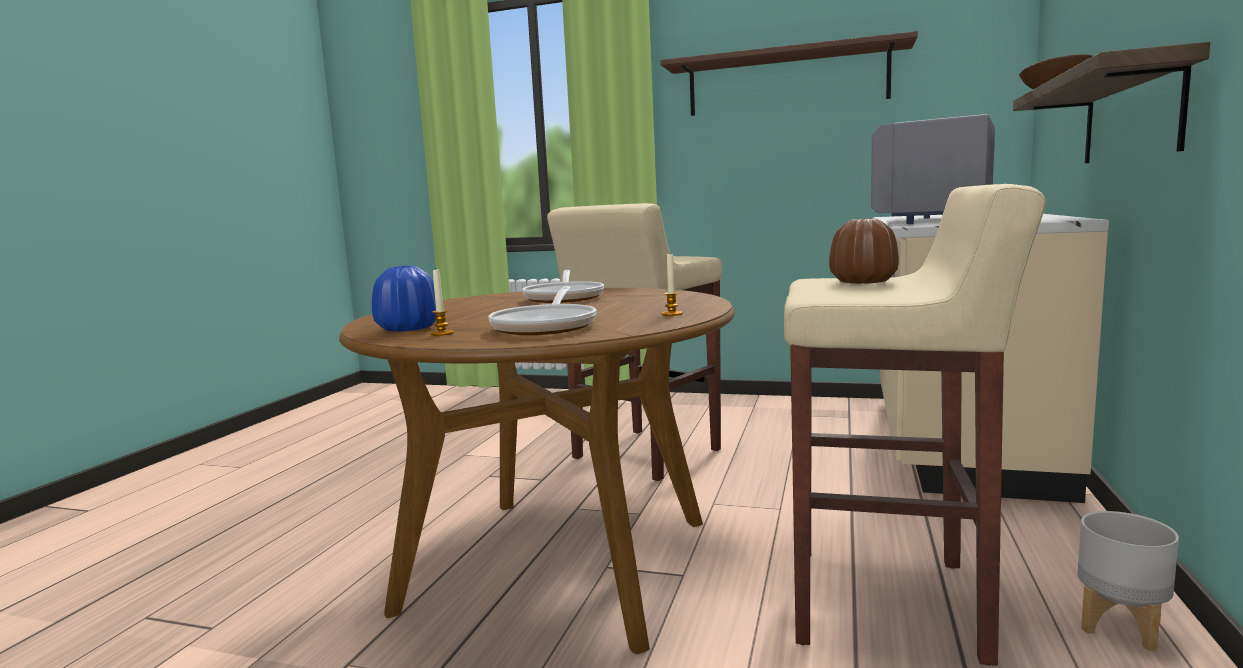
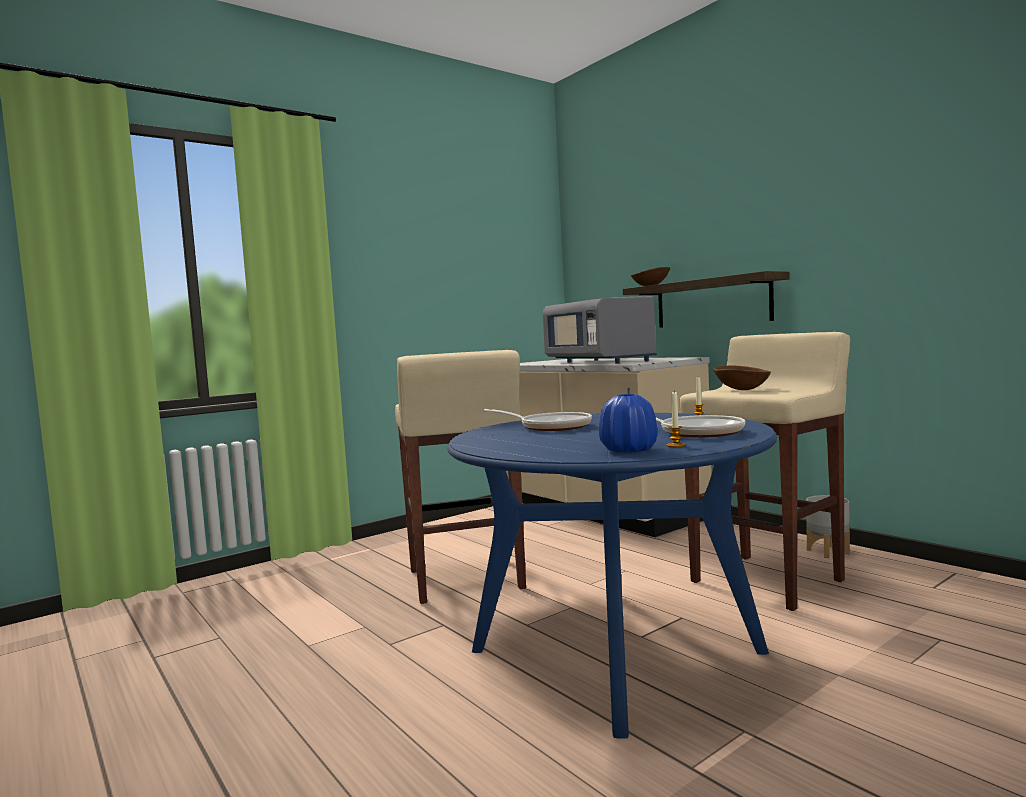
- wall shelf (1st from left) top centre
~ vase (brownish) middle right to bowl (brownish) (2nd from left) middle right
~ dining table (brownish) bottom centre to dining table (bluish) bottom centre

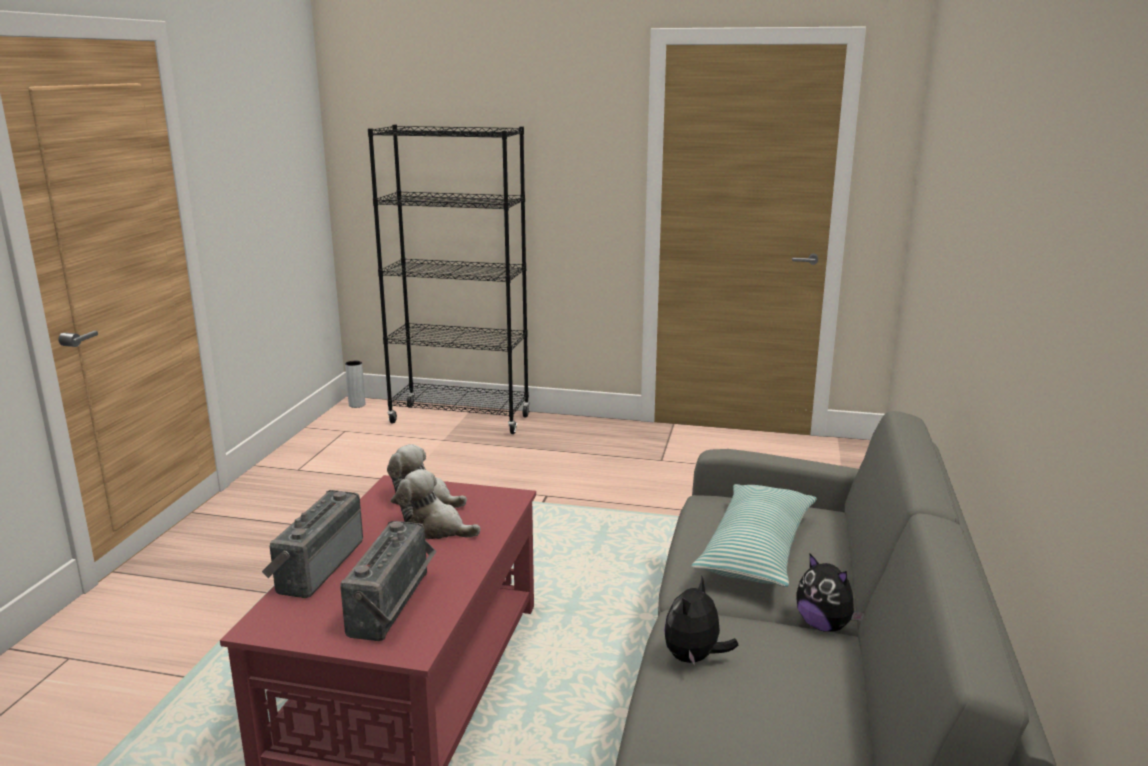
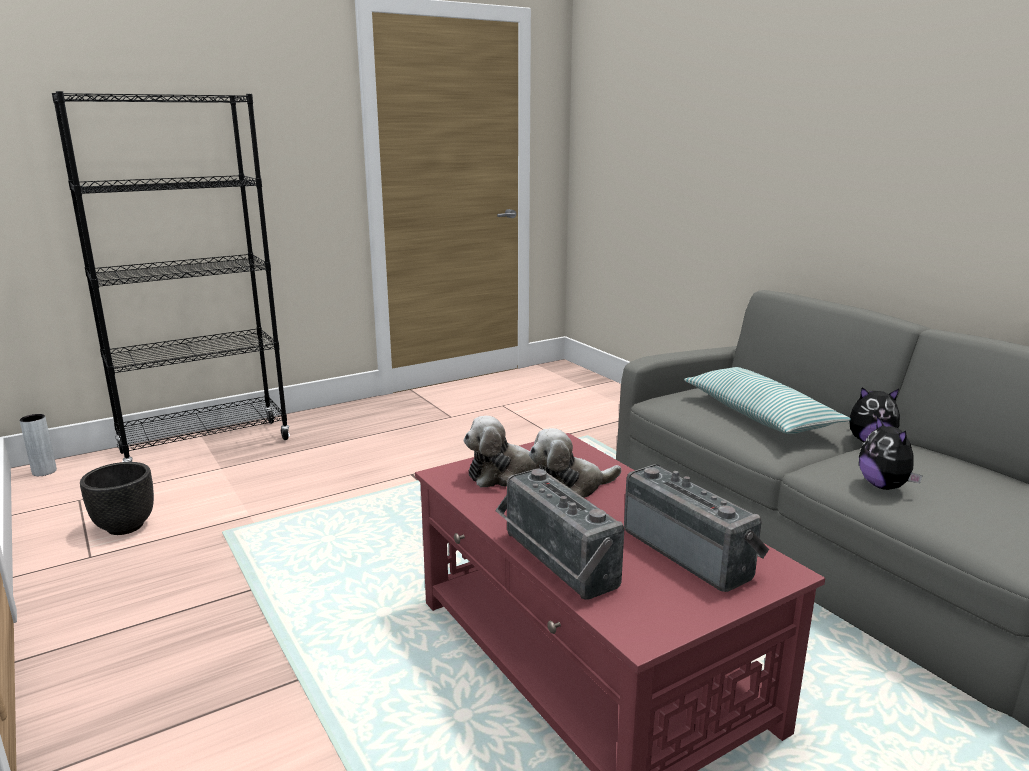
+ planter (blackish) middle left

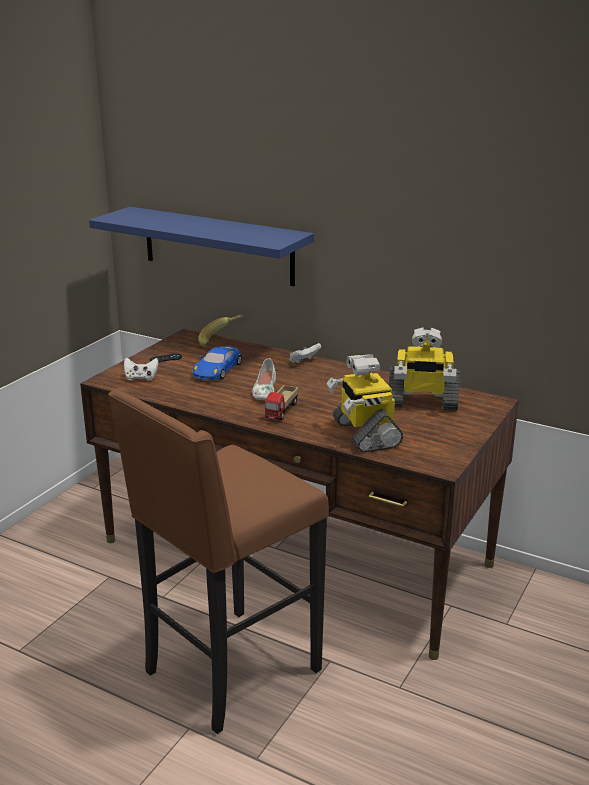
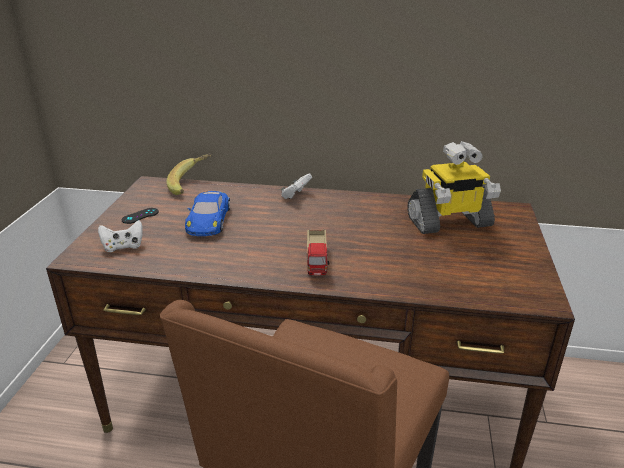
- wall shelf (bluish) top centre
- toy robot (1st from left) centre
- item of footwear (whitish) centre

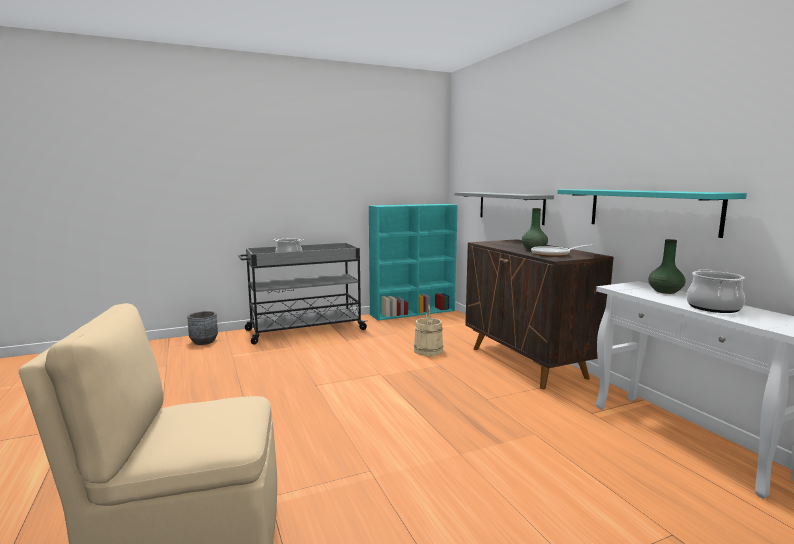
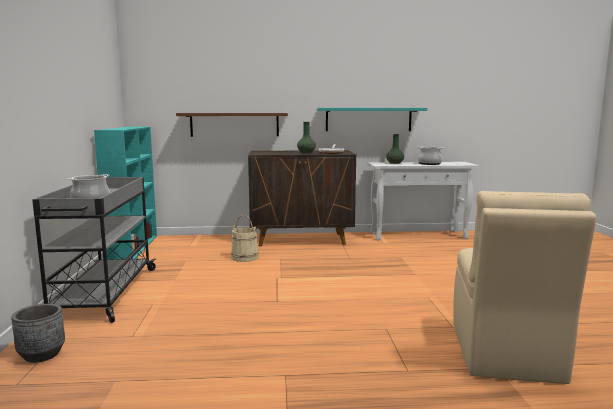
~ wall shelf (grey) centre to wall shelf (brownish) top centre

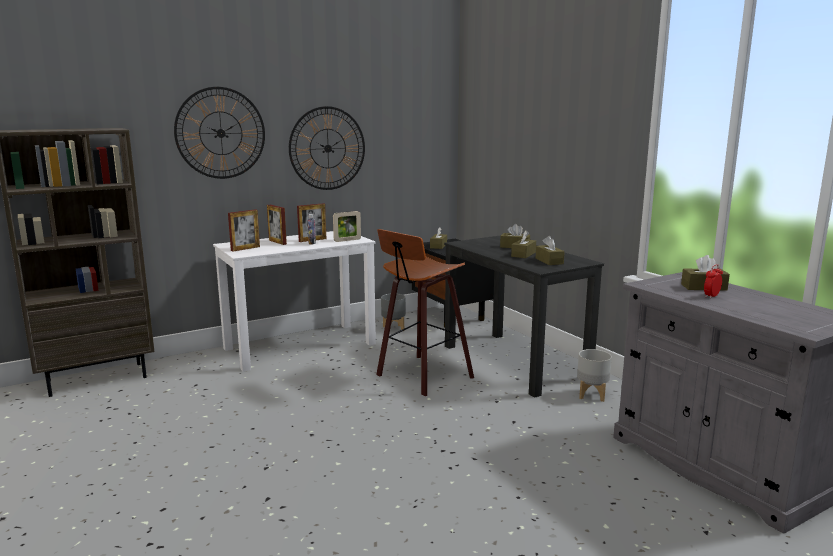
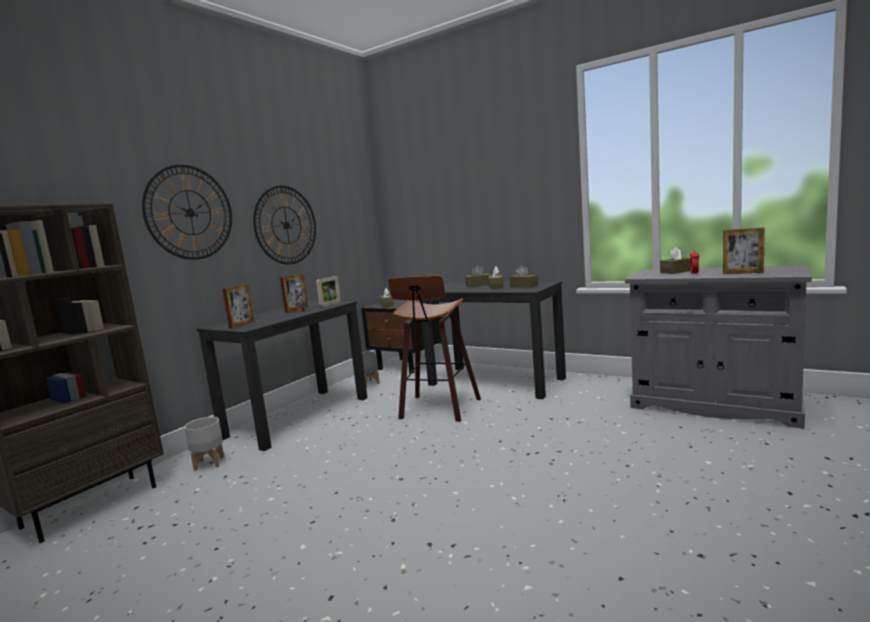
~ picture frame (2nd from left in the first image) middle left to picture frame (4th from left) middle right
~ desk unit (whitish) centre to desk unit (blackish) (1st from left) middle left
~ planter (grey) (2nd from left in the first image) bottom right to planter (grey) (1st from left) bottom left

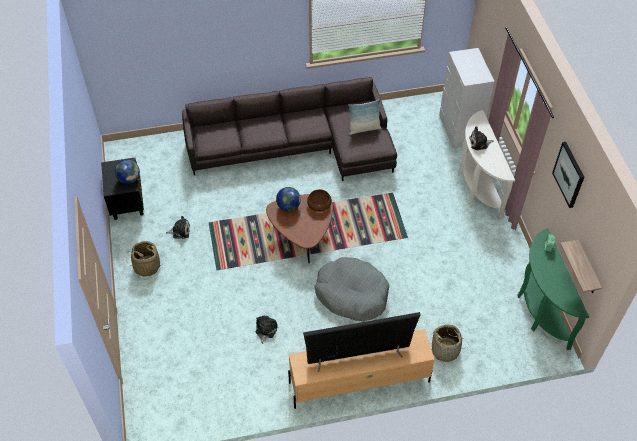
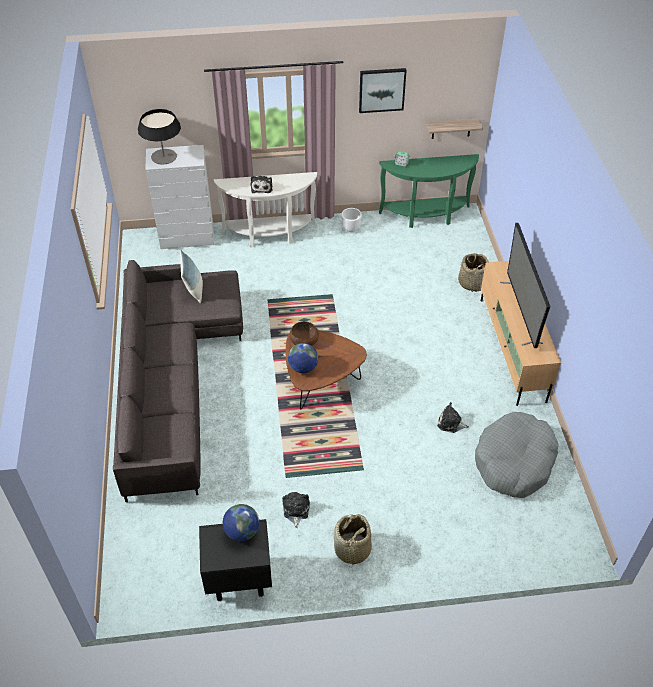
~ dog bed (grey) centre to middle right
+ tabletop lamp top left
+ planter (whitish) top centre

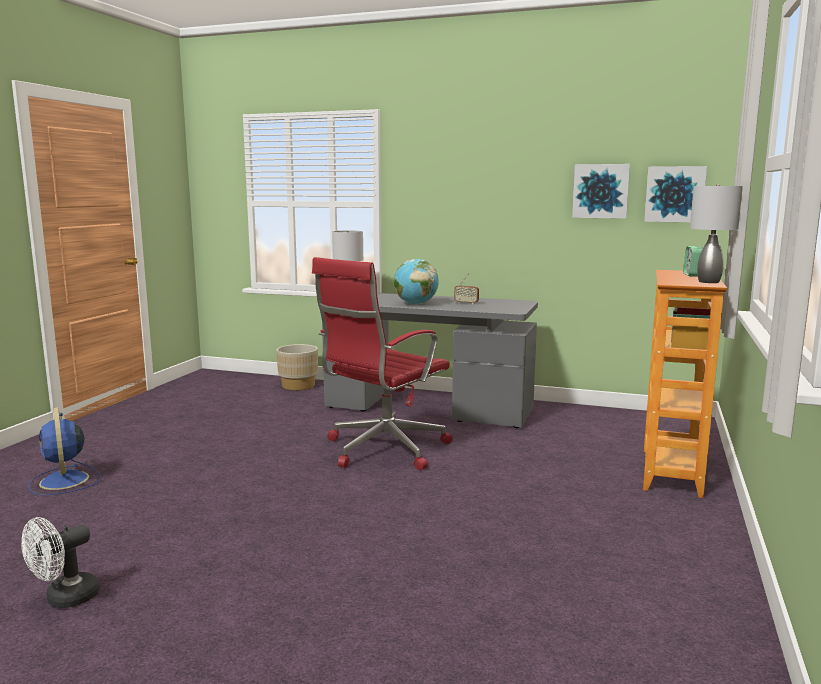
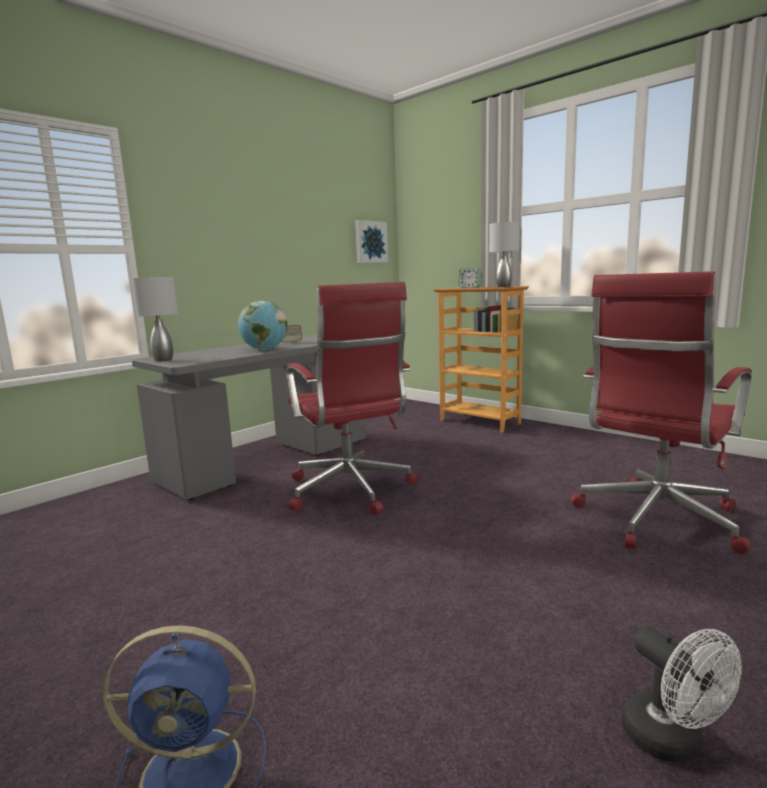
- wall picture (1st from left) top right
- planter (beige) centre
+ office chair (reddish) (2nd from left) middle right

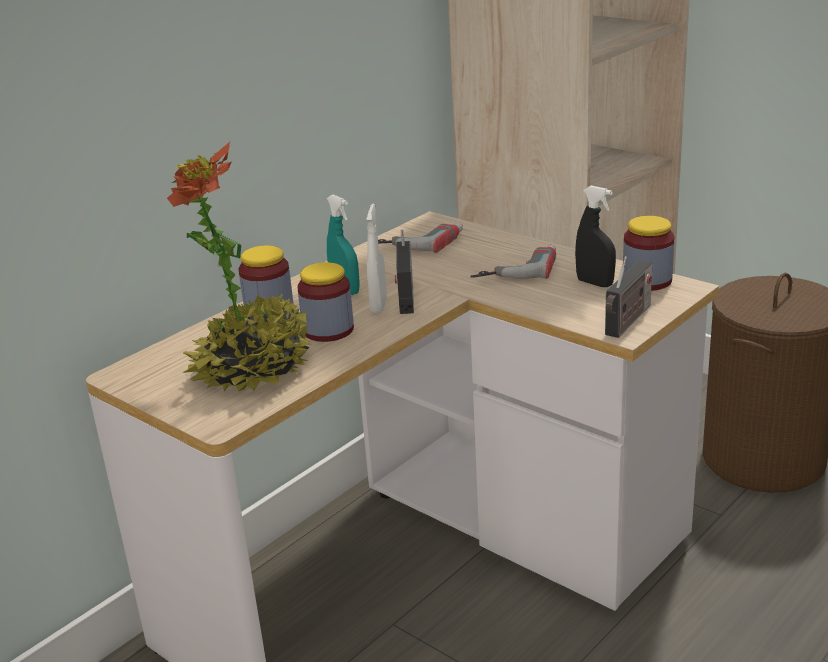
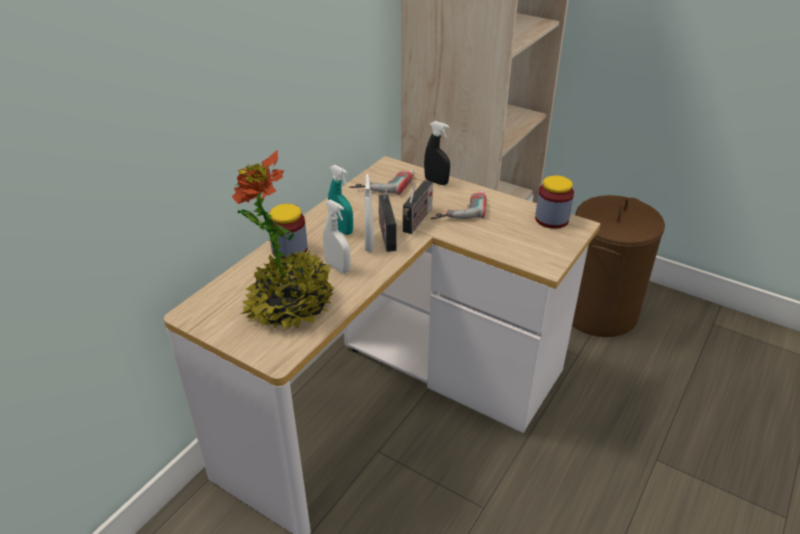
~ spray bottle (blackish) middle right to top centre
~ radio (2nd from left) middle right to centre
~ storage jar (2nd from left) centre to spray bottle (whitish) (1st from left) centre

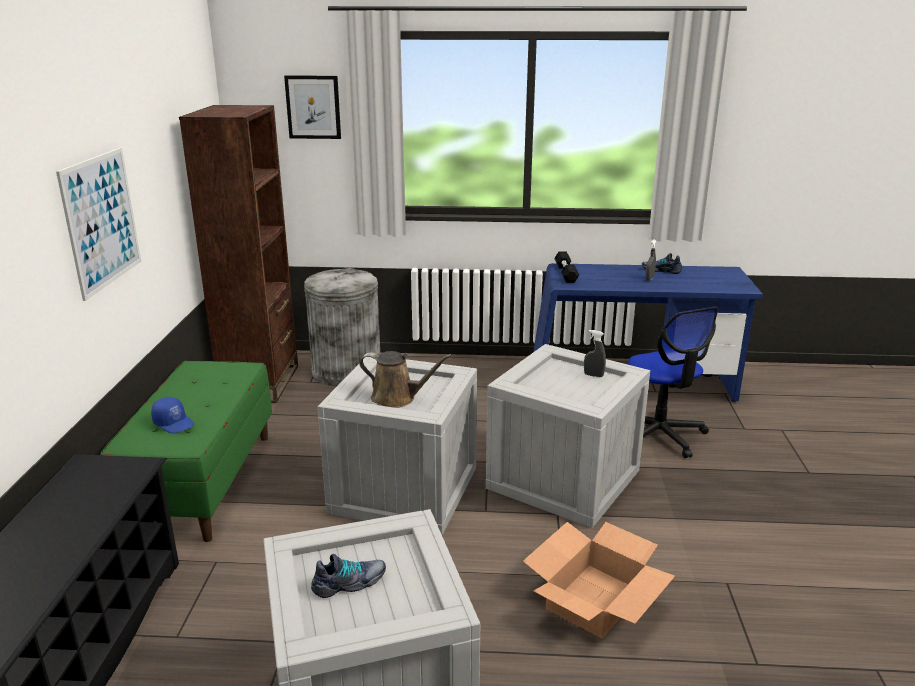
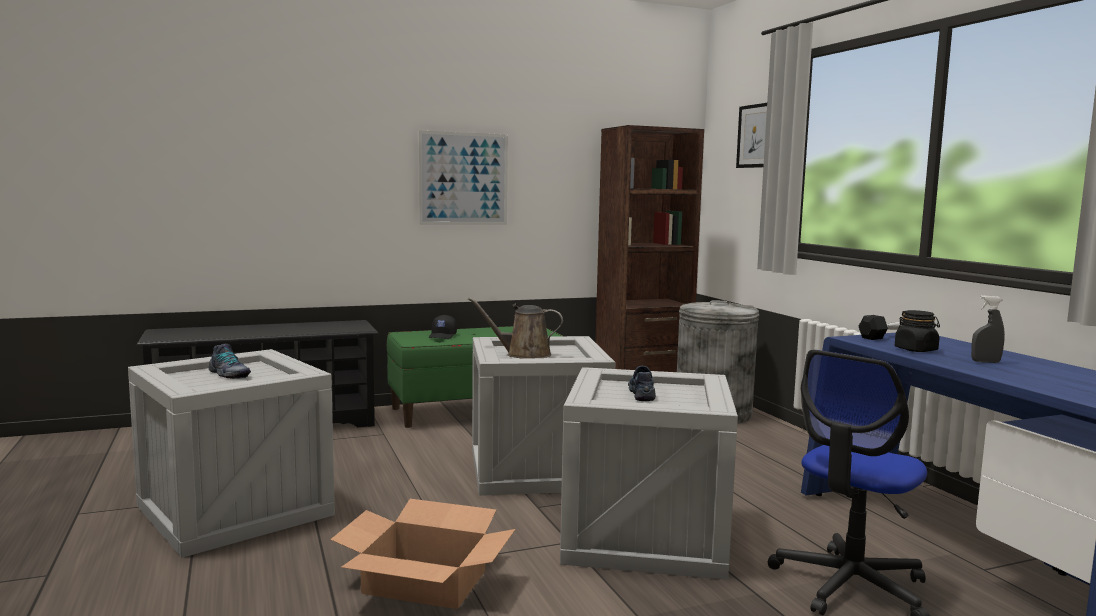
~ item of footwear (2nd from left) middle right to centre
- spray bottle (grey) (1st from left) centre
~ watering can (brownish) centre = centre 105 degrees clockwise
~ cap (bluish) middle left to cap (blackish) centre
+ storage jar (blackish) middle right

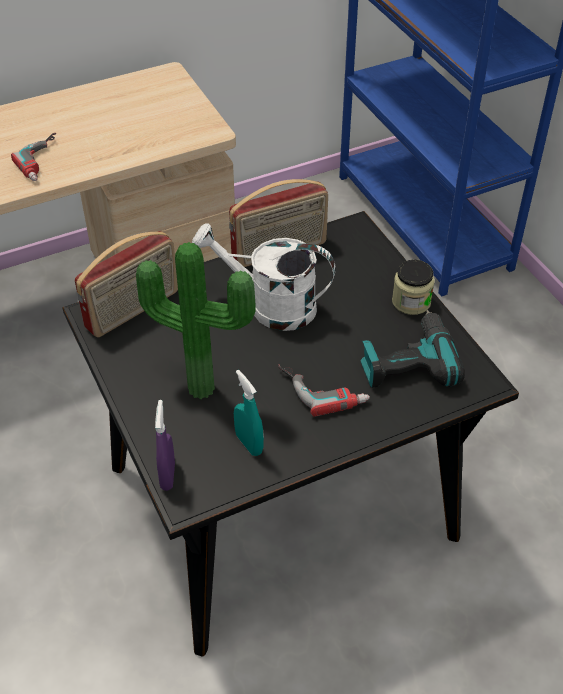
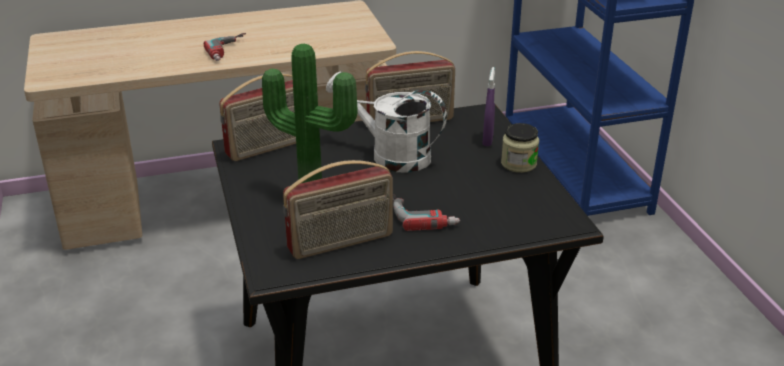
- electric drill (3rd from left) middle right
~ spray bottle (turquoise) centre to radio (2nd from left) centre
~ spray bottle (purple-coloured) middle left to top centre

